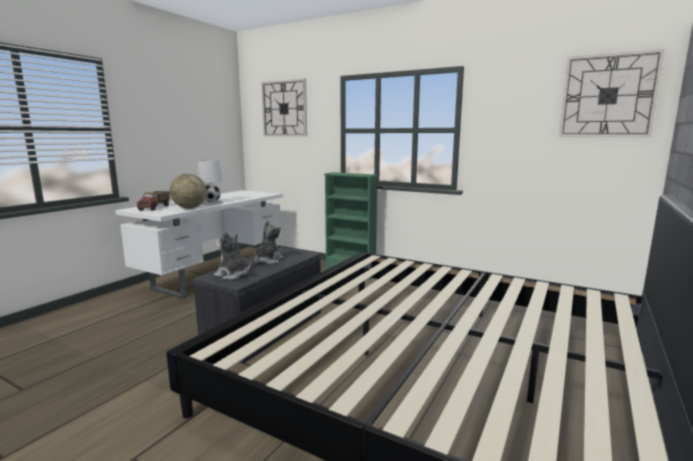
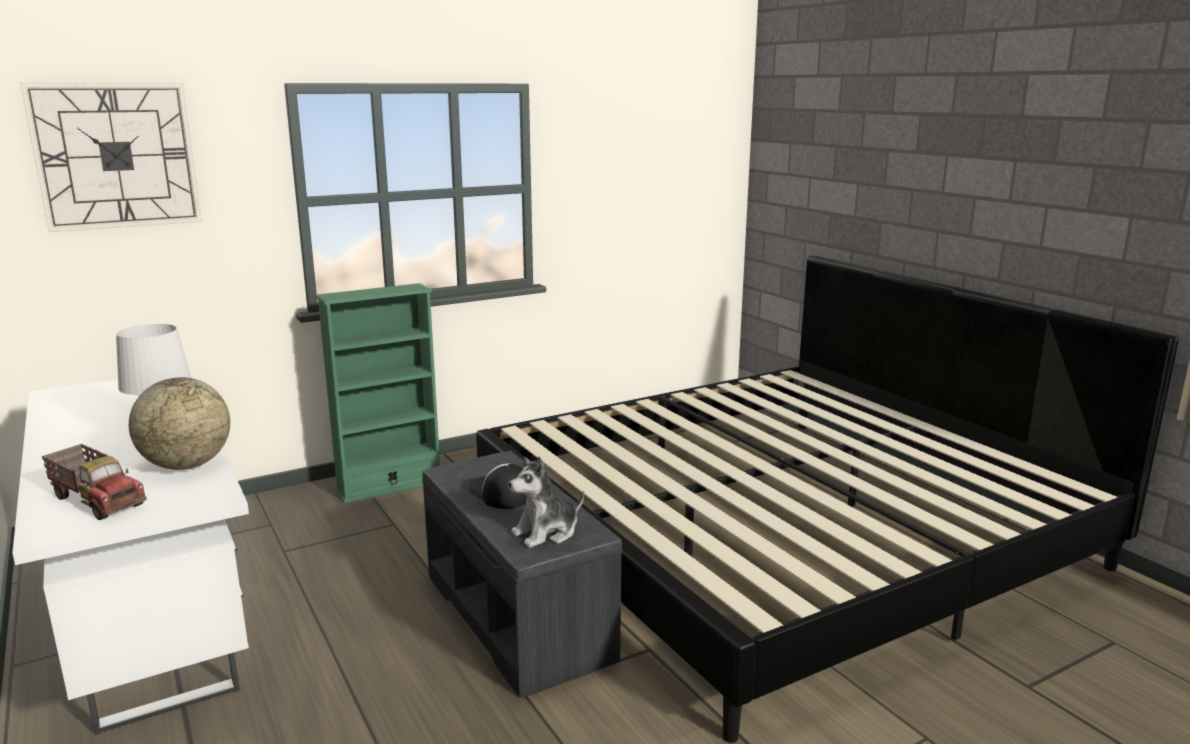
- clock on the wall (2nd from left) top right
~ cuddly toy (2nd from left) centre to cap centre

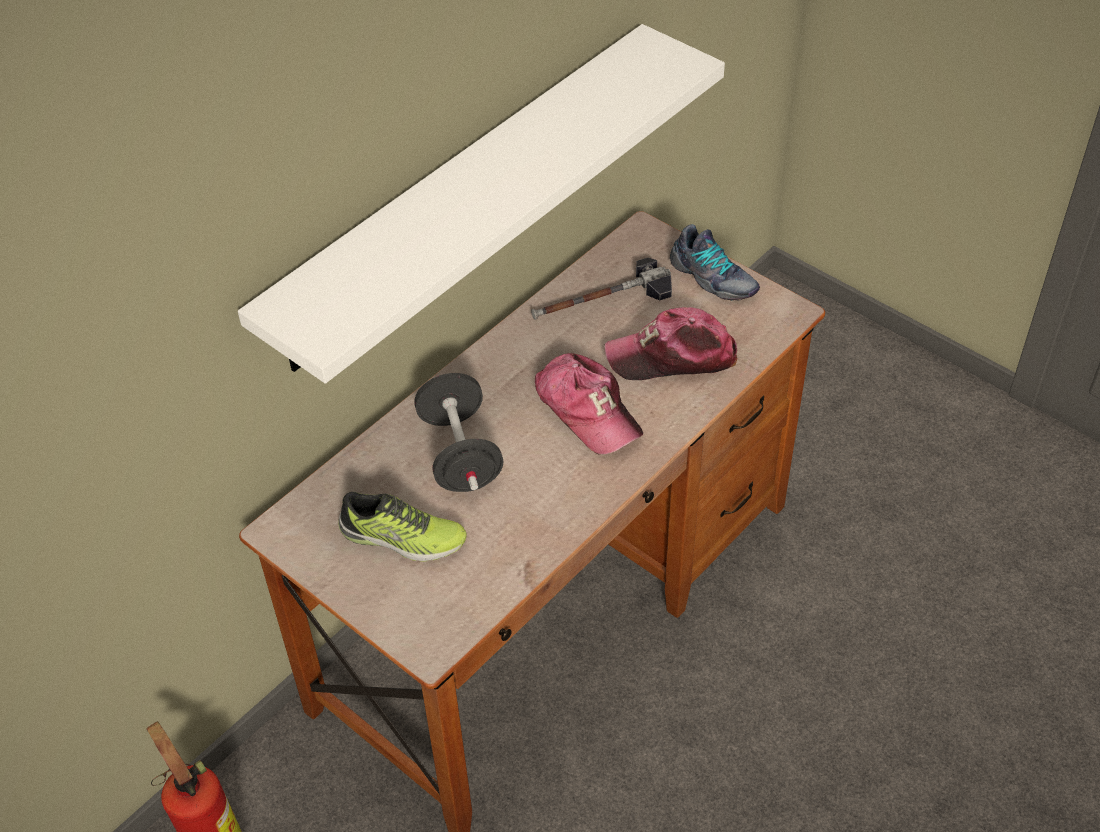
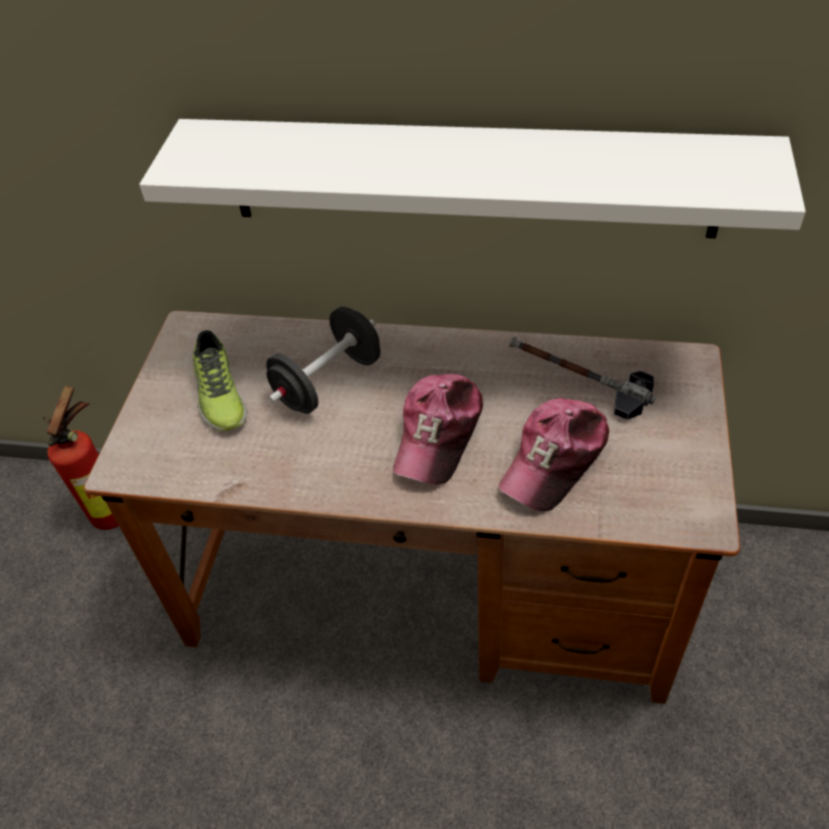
- item of footwear (2nd from left) top centre
~ cap (2nd from left) centre = middle right 105 degrees counterclockwise

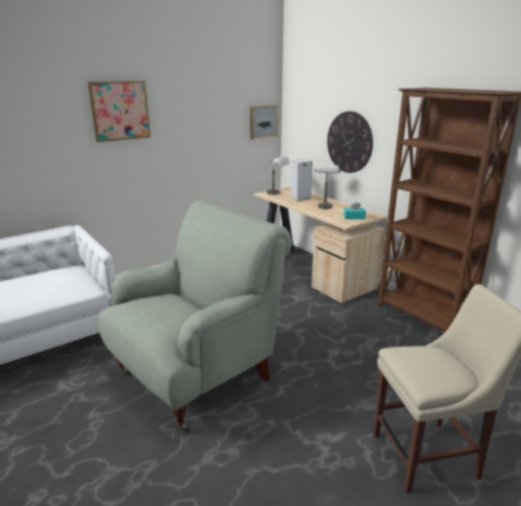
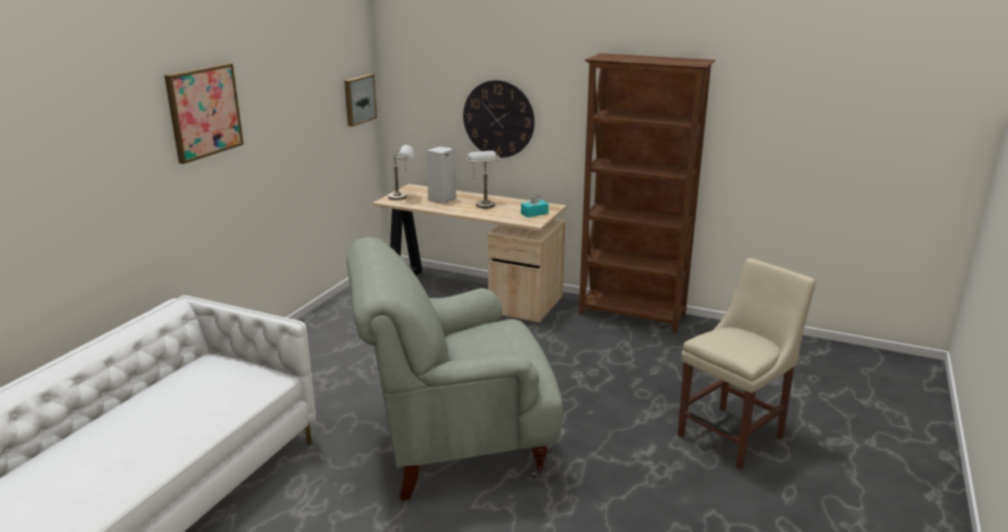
~ easy chair (grey) centre = bottom centre 120 degrees counterclockwise

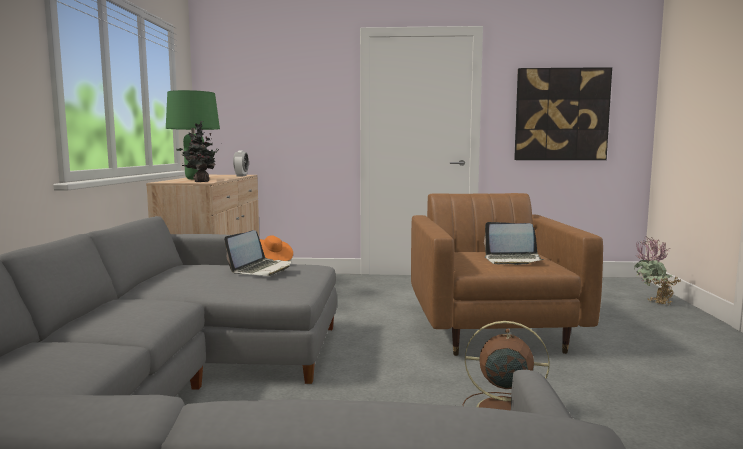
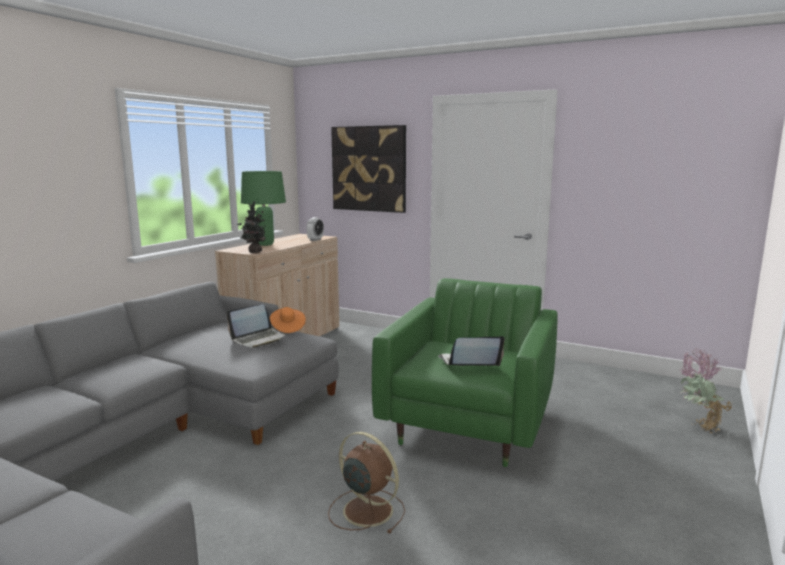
~ wall picture top right to top centre
~ easy chair (brownish) middle right to easy chair (greenish) centre
~ laptop (2nd from left) middle right = centre 135 degrees clockwise

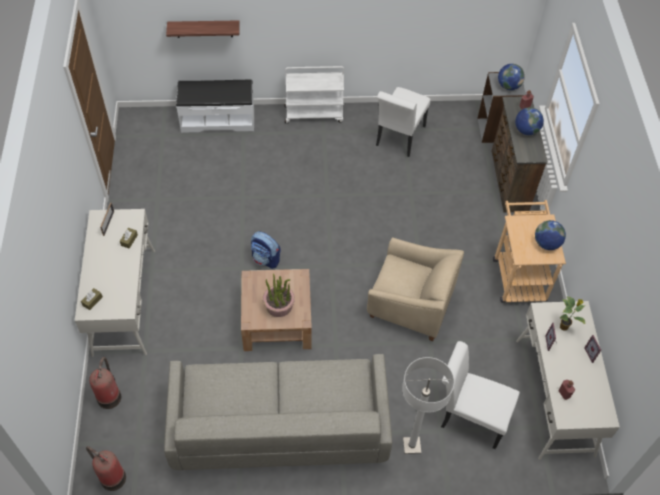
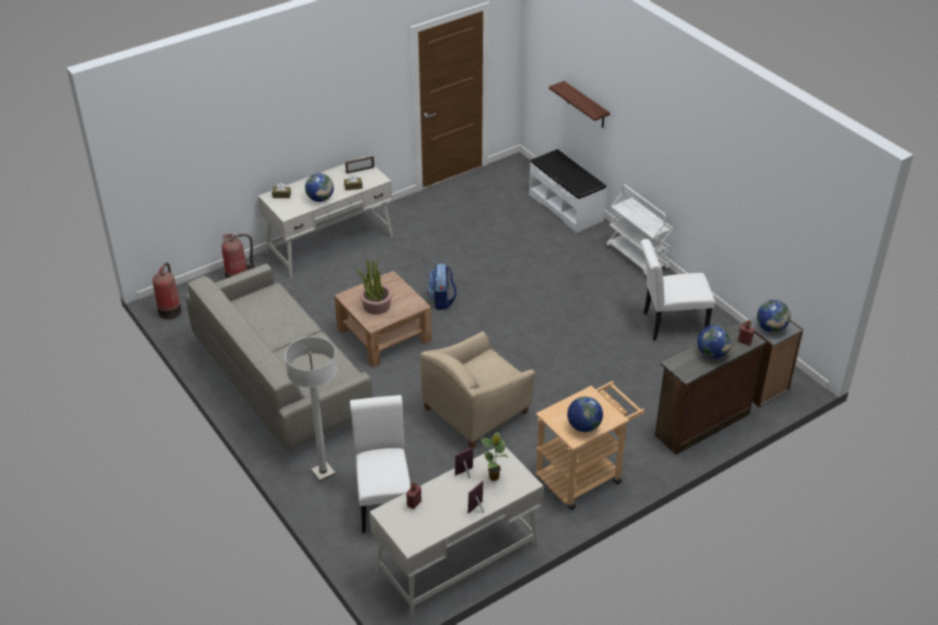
~ easy chair (beige) centre = centre 60 degrees clockwise
+ desk globe (1st from left) top centre

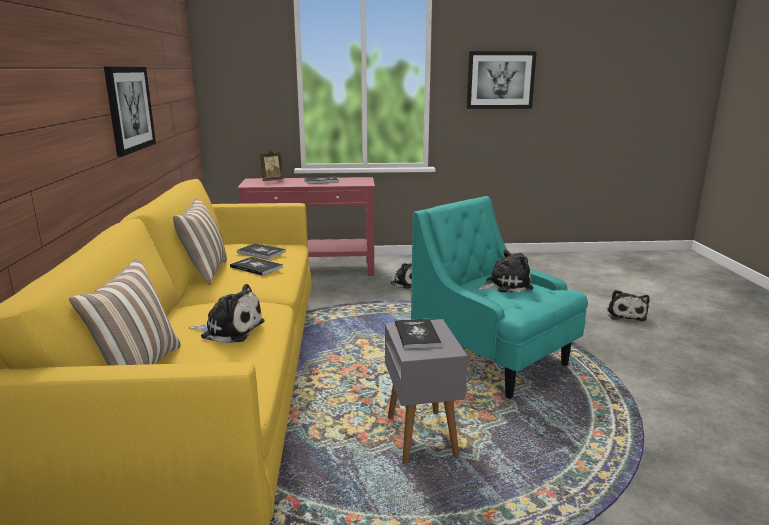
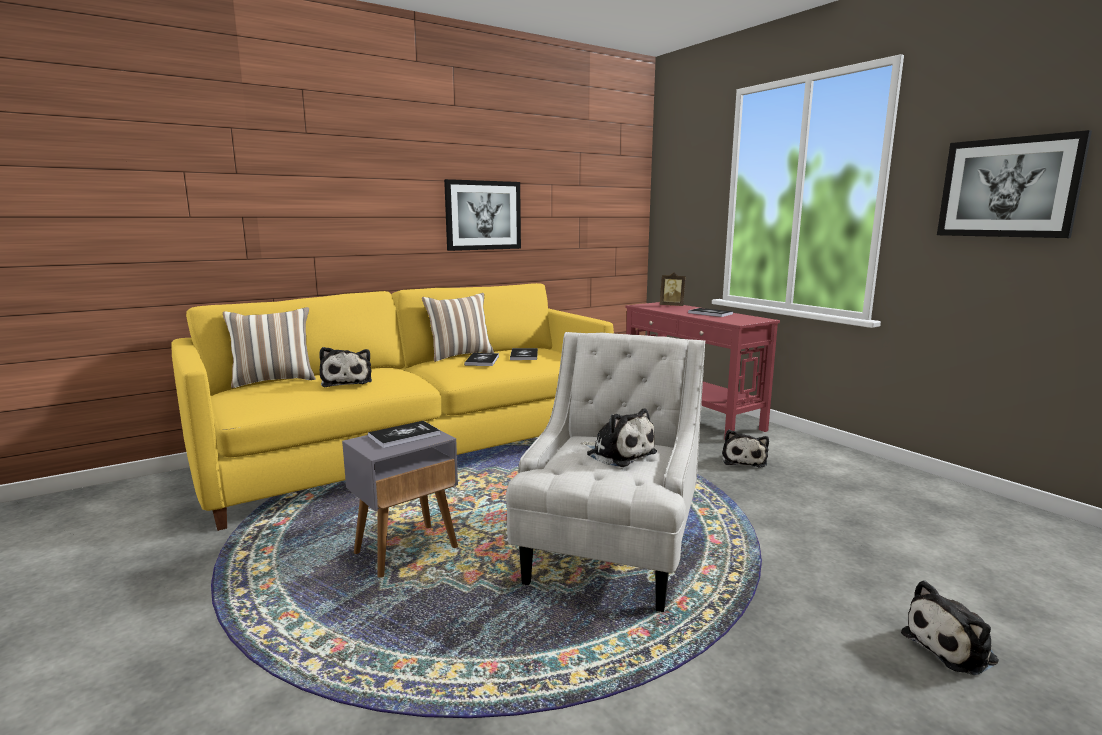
~ easy chair (turquoise) centre to easy chair (whitish) centre

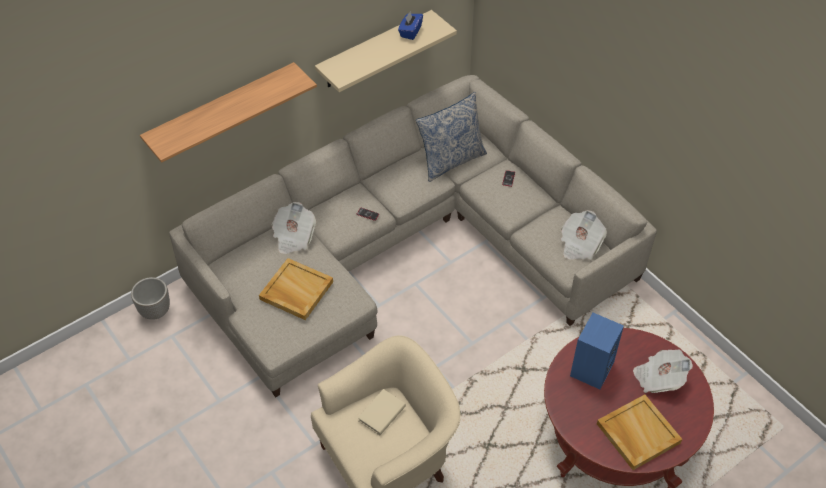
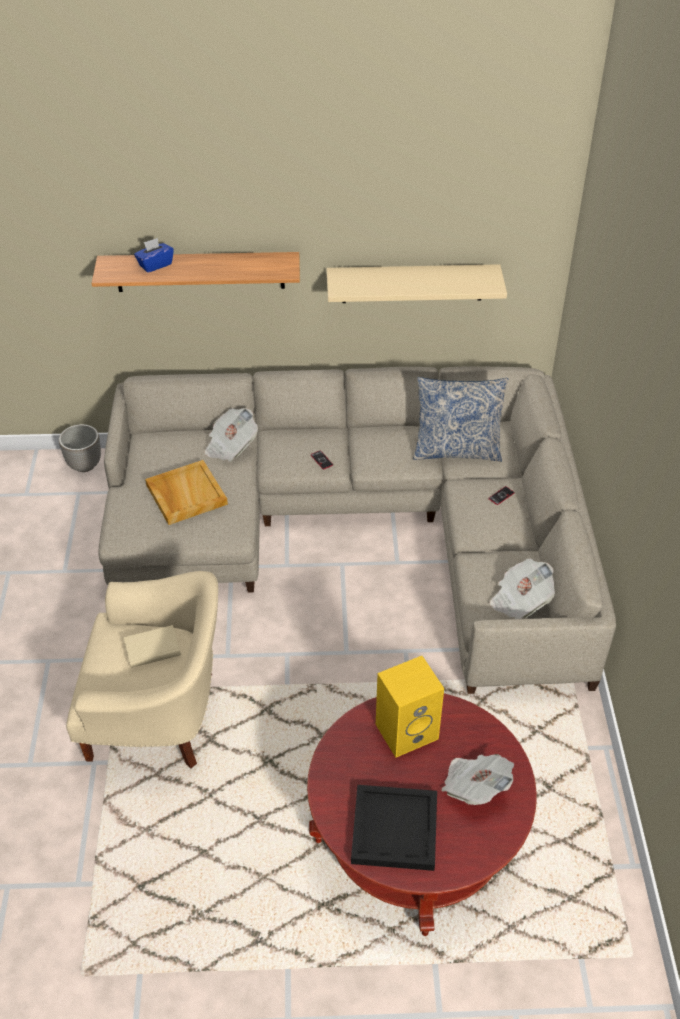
~ tissue box (bluish) top centre to top left
~ speaker (bluish) bottom right to speaker (yellow-coloured) bottom centre
~ carrying tray (beige) (2nd from left) bottom right to carrying tray (blackish) bottom centre

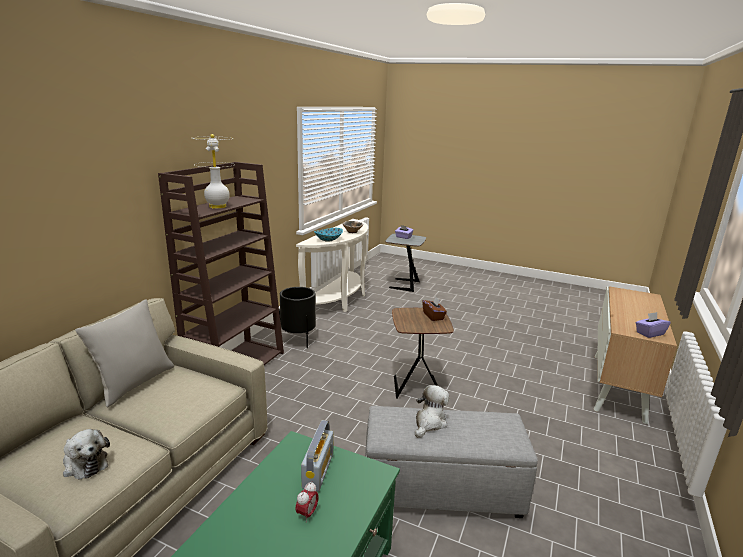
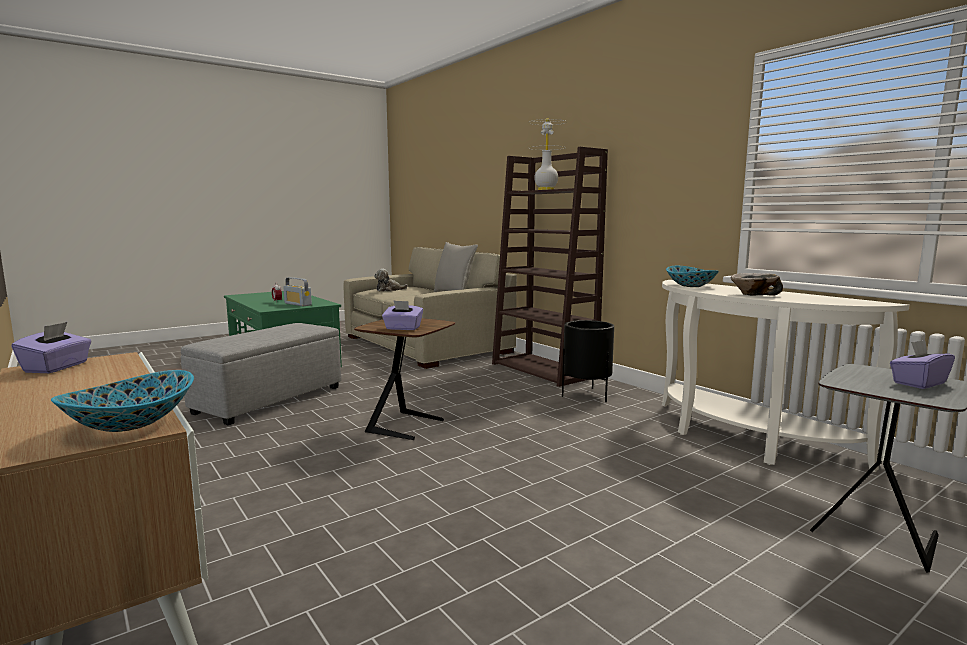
~ tissue box (brownish) centre to tissue box (purple-coloured) (2nd from left) centre
- cuddly toy (2nd from left) bottom centre
+ bowl (1st from left) middle left

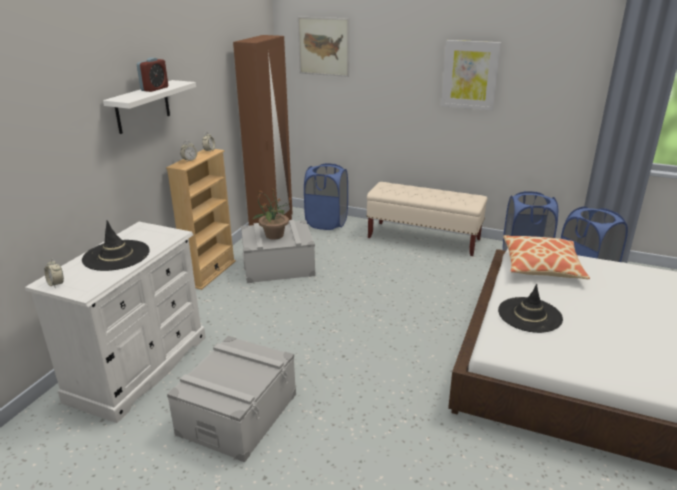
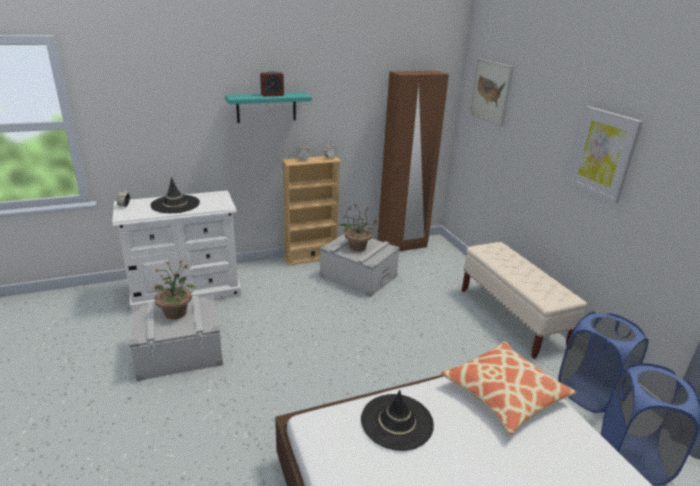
~ wall shelf (whitish) top left to wall shelf (turquoise) top centre
- laundry basket (bluish) (1st from left) centre
+ potted plant (1st from left) middle left

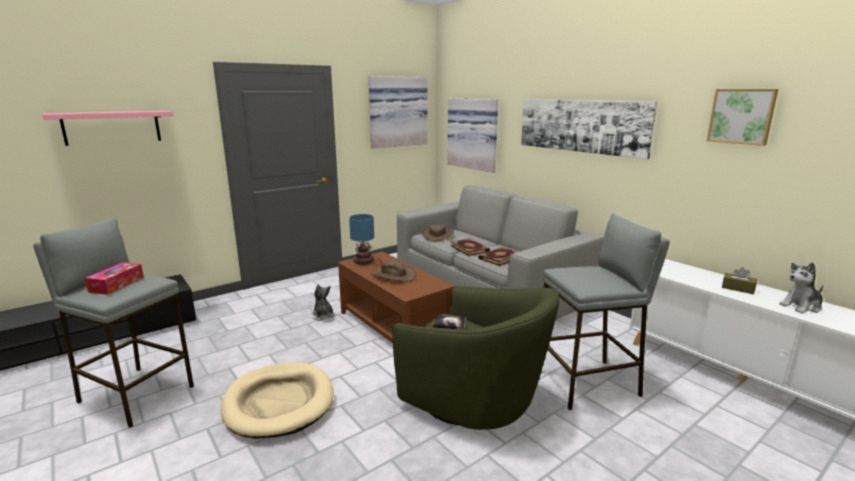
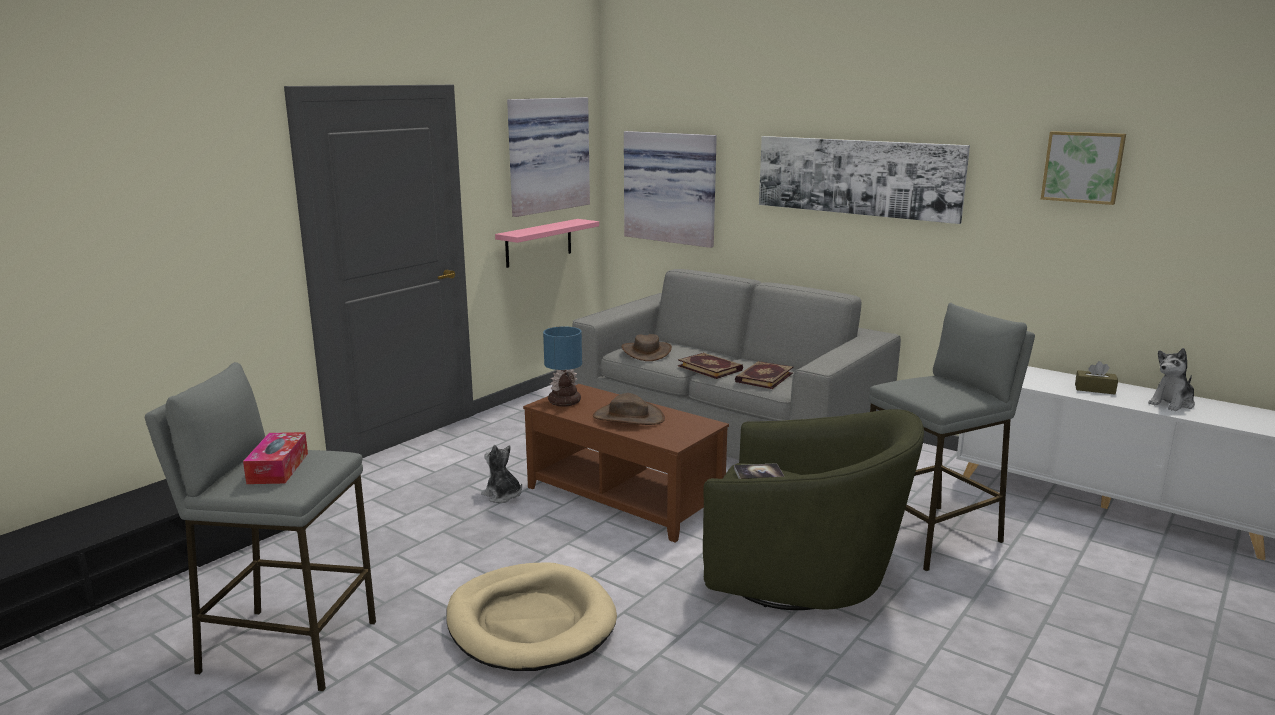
~ wall shelf (pink-coloured) top left to centre

